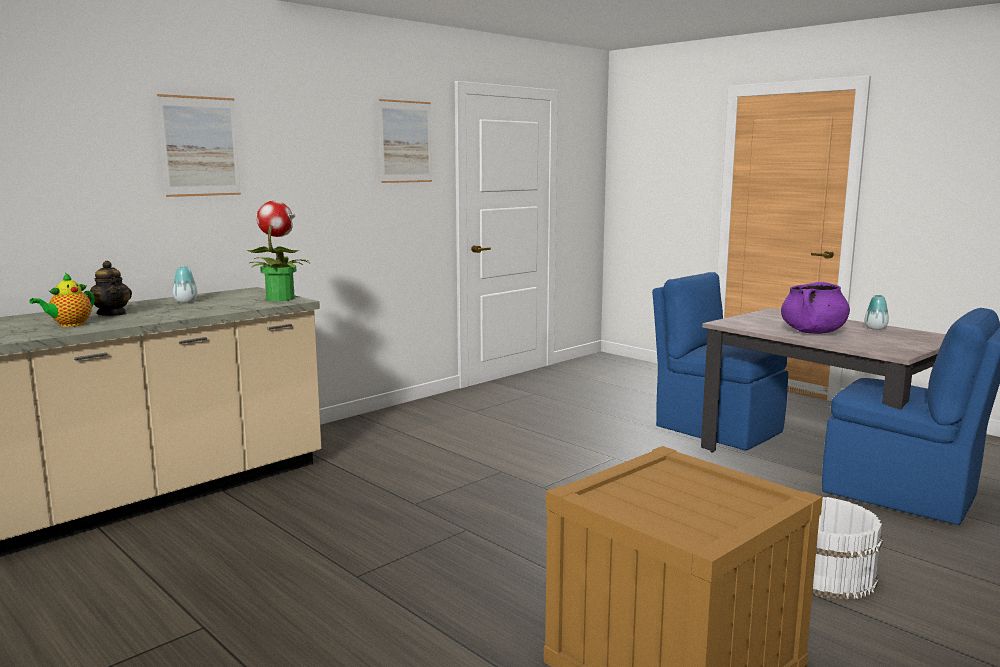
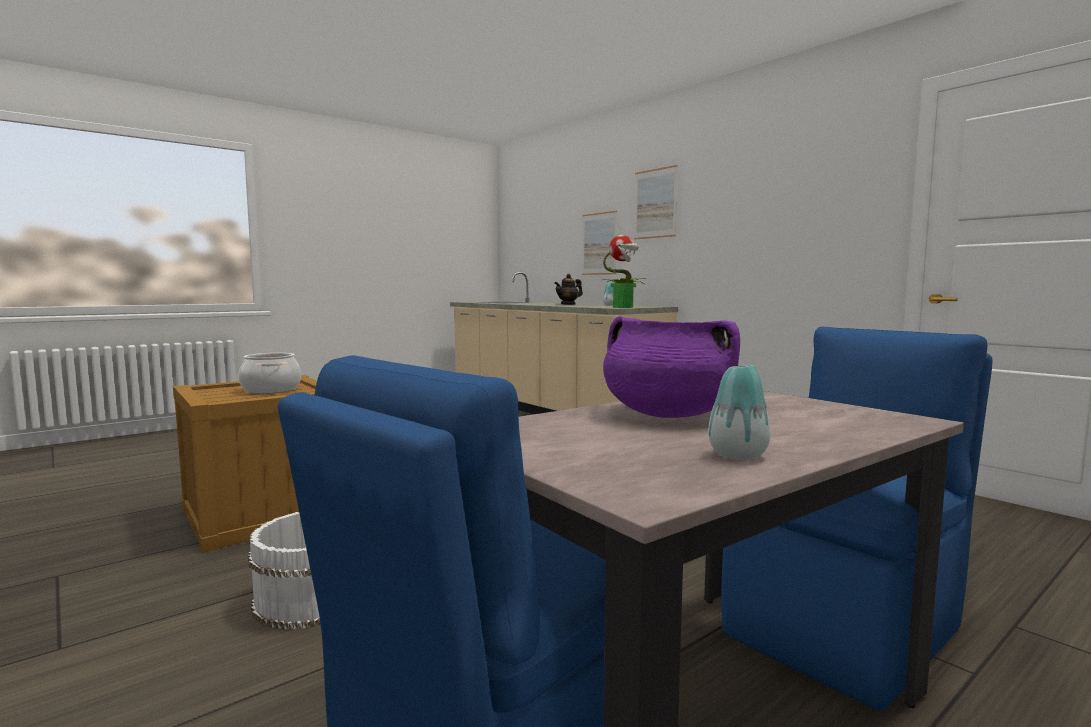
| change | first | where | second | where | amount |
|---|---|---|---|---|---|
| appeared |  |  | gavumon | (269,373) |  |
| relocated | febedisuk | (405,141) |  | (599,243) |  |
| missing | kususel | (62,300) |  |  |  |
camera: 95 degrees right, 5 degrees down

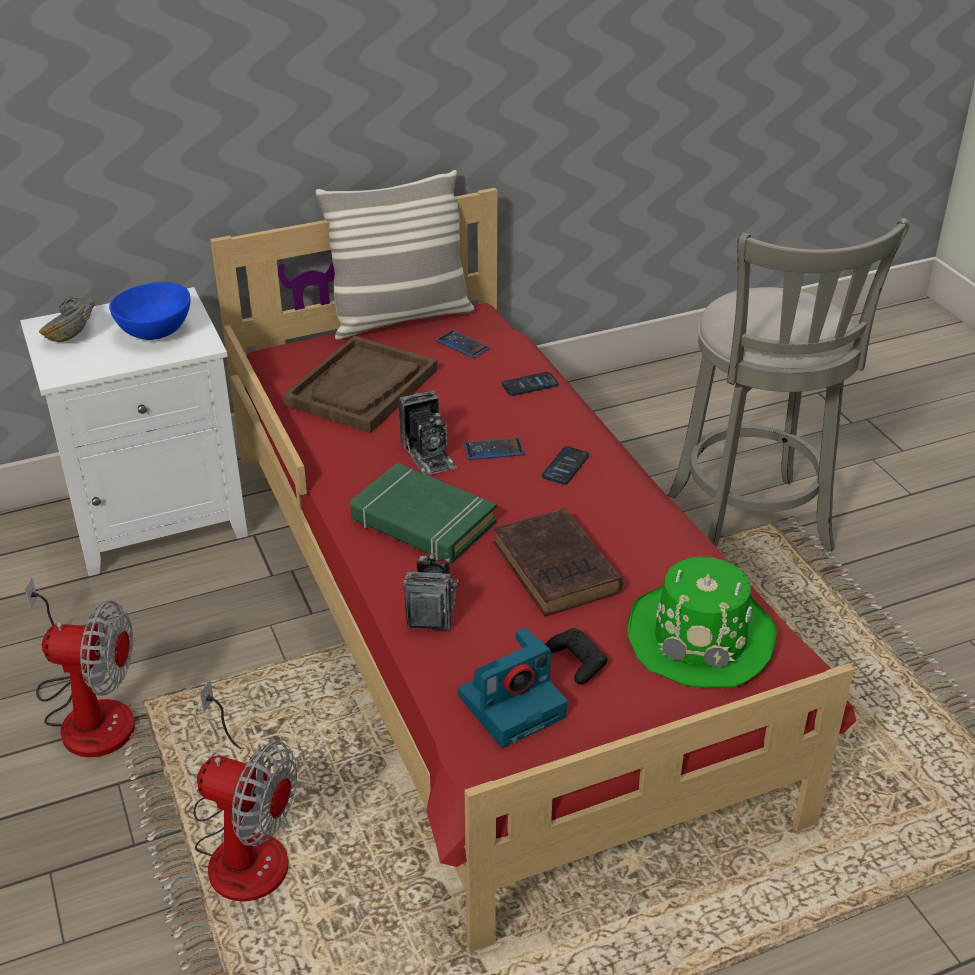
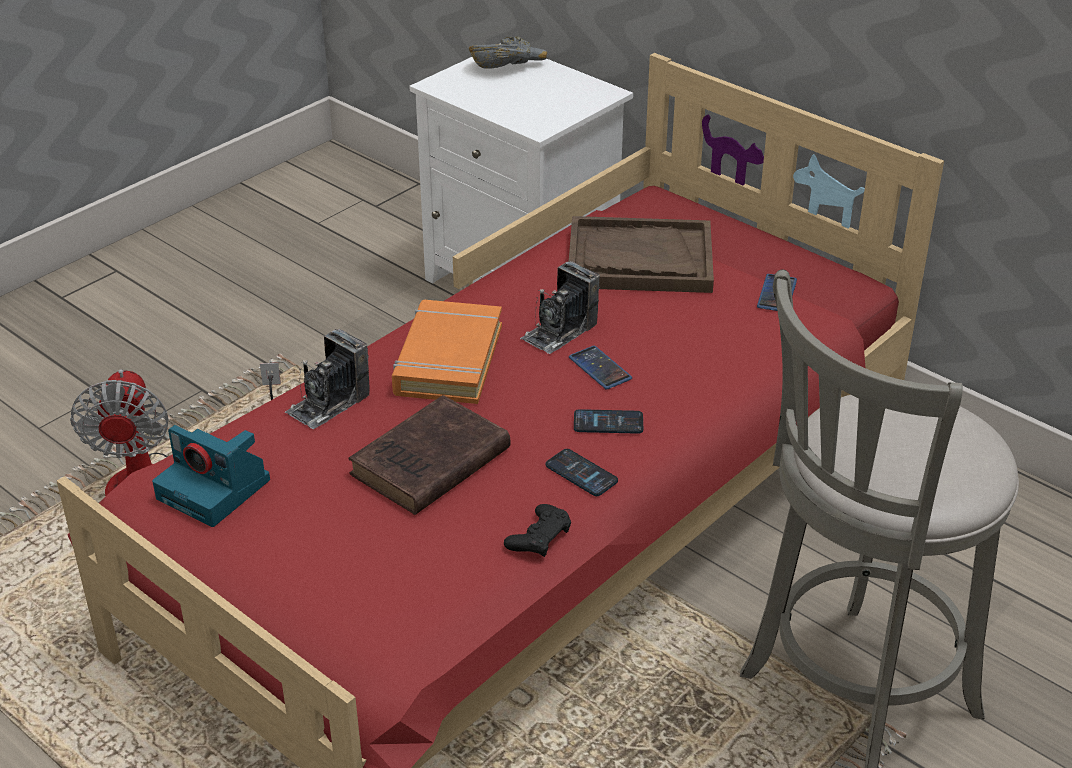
| change | first | where | second | where | amount |
|---|---|---|---|---|---|
| spun | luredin | (430,591) |  | (326,379) | 150 degrees clockwise |
| colour | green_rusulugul | (423,513) | orange_rusulugul | (447,352) |  |
| relocated | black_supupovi | (576,656) |  | (537,530) |  |
| relocated | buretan | (530,384) |  | (582,472) |  |
| missing | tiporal | (80,667) |  |  |  |
| missing | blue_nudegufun | (150,311) |  |  |  |
| missing | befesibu | (395,255) |  |  |  |
| missing | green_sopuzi | (702,622) |  |  |  |
camera: 65 degrees right, 0 degrees up

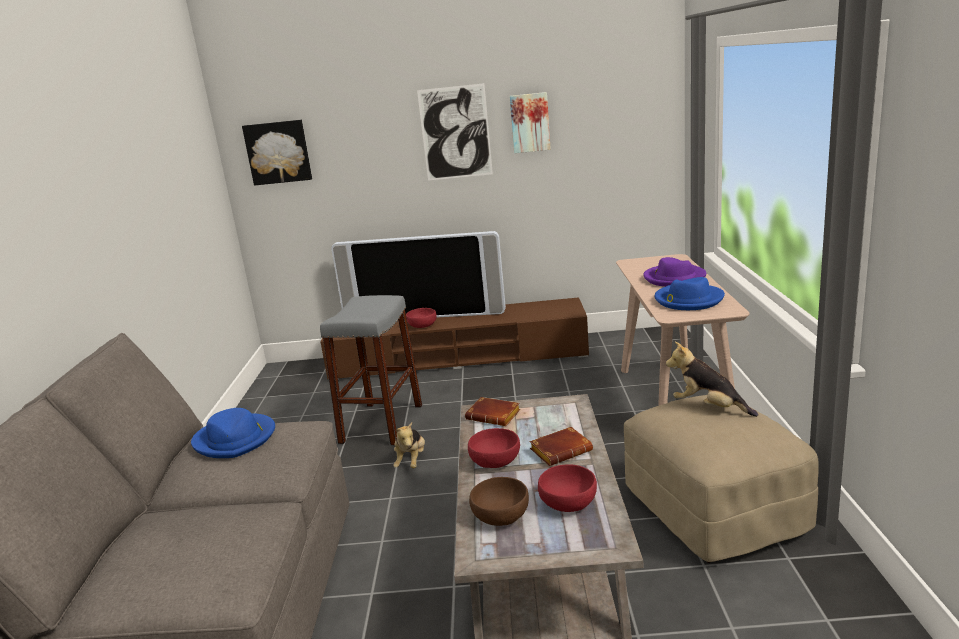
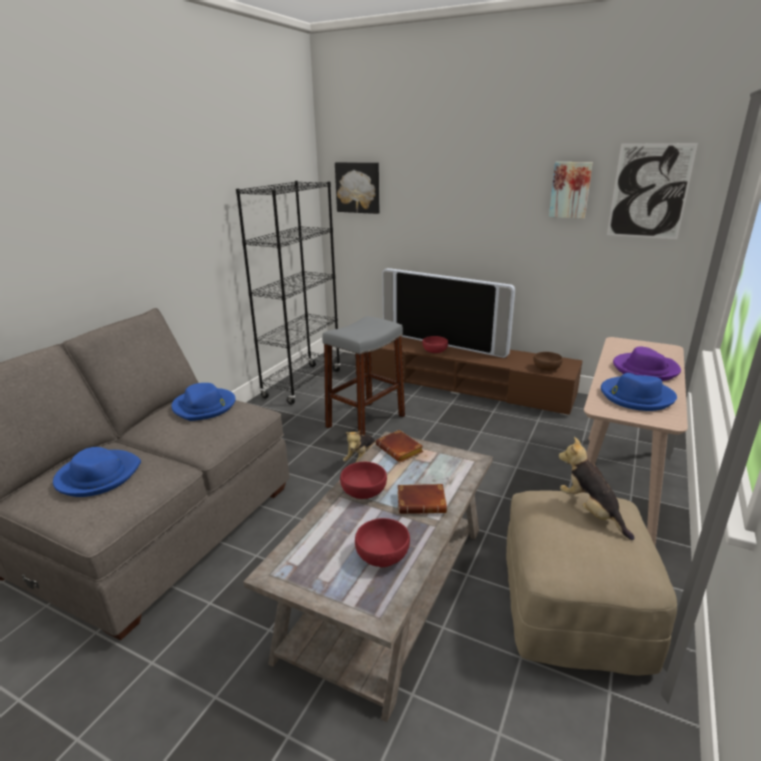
| change | first | where | second | where | amount |
|---|---|---|---|---|---|
| appeared |  |  | blue_sopuzi | (97,472) |  |
| appeared |  |  | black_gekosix | (288,293) |  |
| relocated | brown_nudegufun | (499,501) |  | (548,361) |  |
| relocated | febedisuk | (455,132) |  | (652,191) |  |
camera: 25 degrees right, 5 degrees up

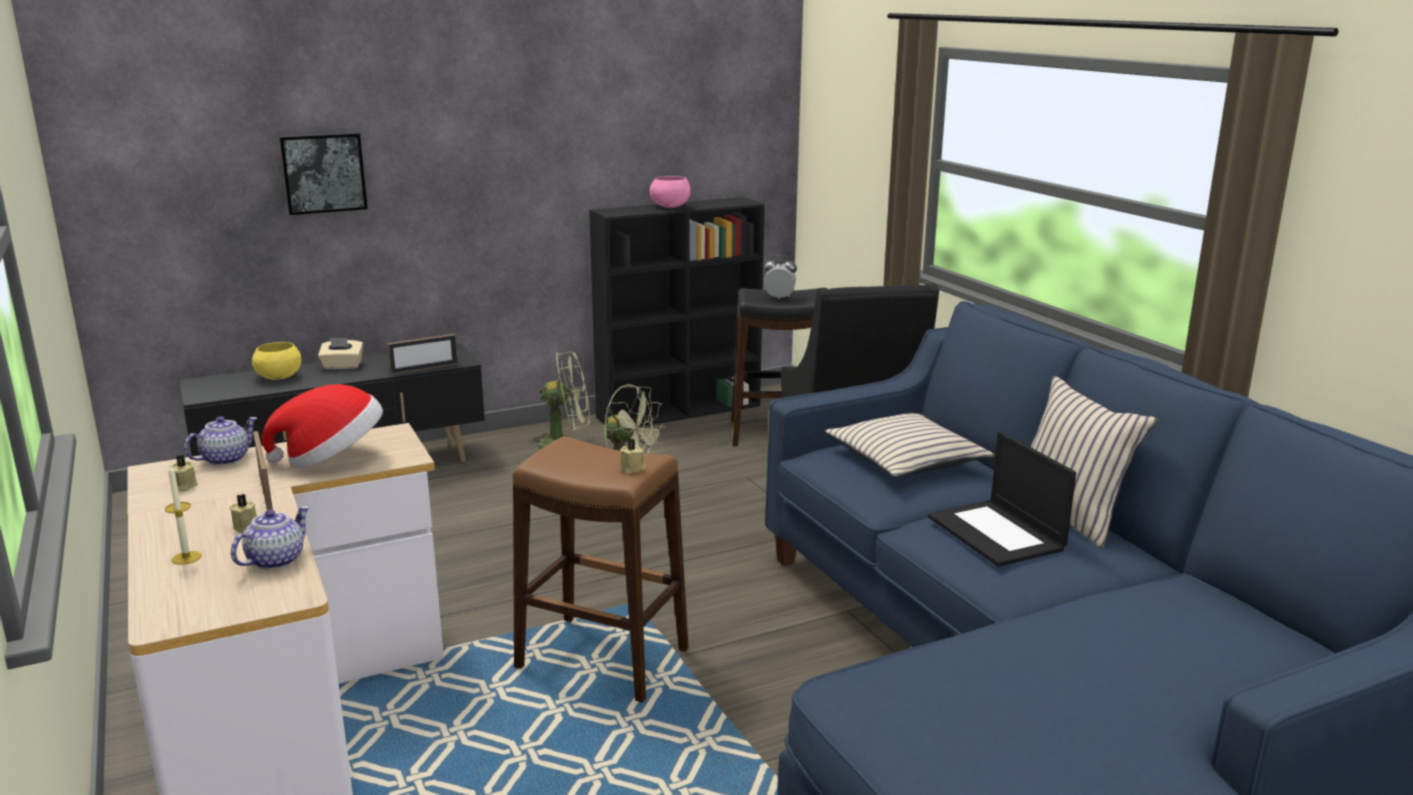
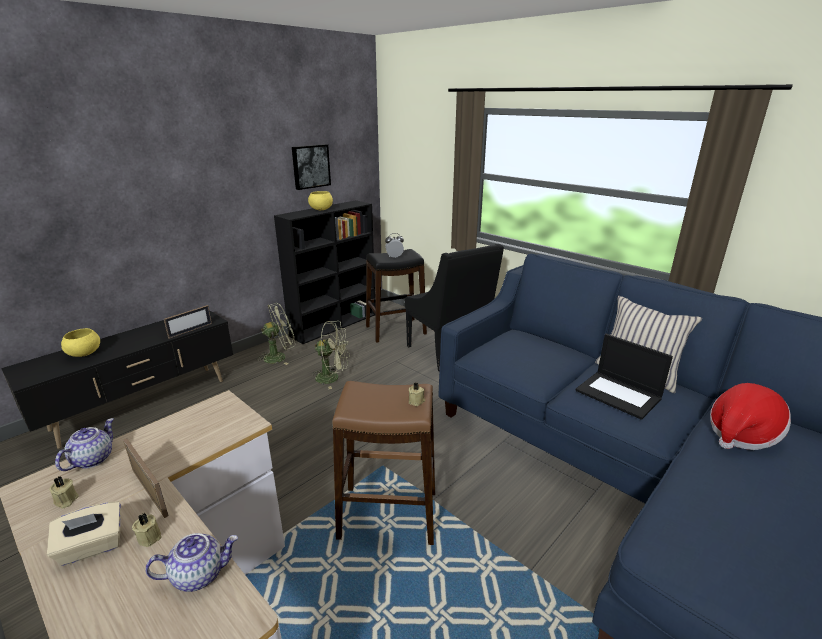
| change | first | where | second | where | amount |
|---|---|---|---|---|---|
| relocated | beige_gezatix | (340,353) |  | (84,534) |  |
| spun | kususel | (270,538) |  | (192,562) | 60 degrees clockwise |
| relocated | febedisuk | (323,174) |  | (311,167) |  |
| colour | pink_nudegufun | (670,192) | yellow_nudegufun | (320,200) |  |
| relocated | sopuzi | (322,426) |  | (750,416) |  |
| missing | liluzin | (183,514) |  |  |  |
| missing | beige_befesibu | (909,445) |  |  |  |
camera: 20 degrees left, 5 degrees up

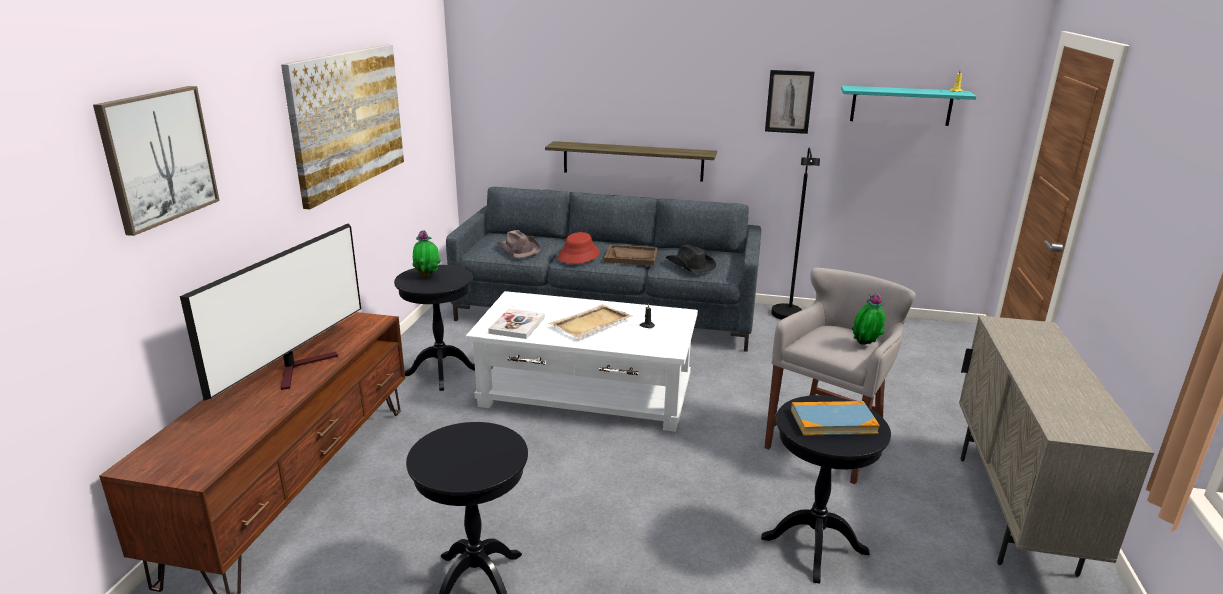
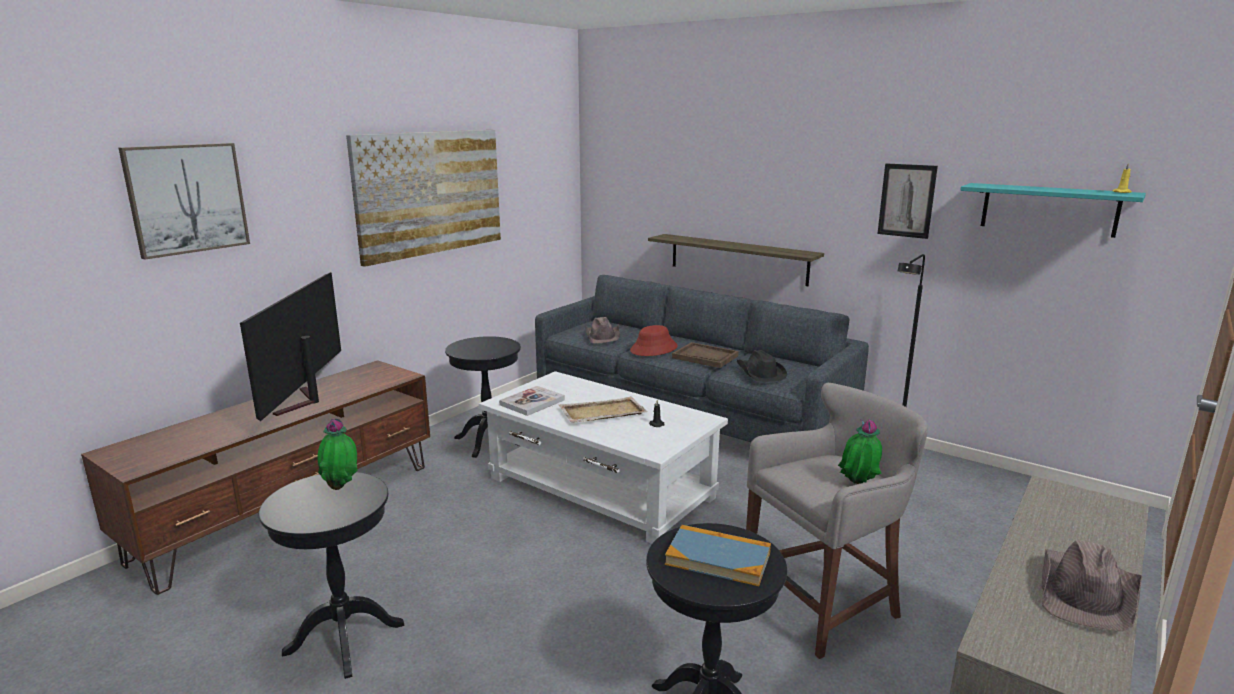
| change | first | where | second | where | amount |
|---|---|---|---|---|---|
| spun | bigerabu | (270,312) |  | (290,346) | 135 degrees clockwise |
| relocated | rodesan | (426,254) |  | (337,454) |  |
| appeared |  |  | brown_sopuzi | (1092,586) |  |
camera: 25 degrees right, 5 degrees down

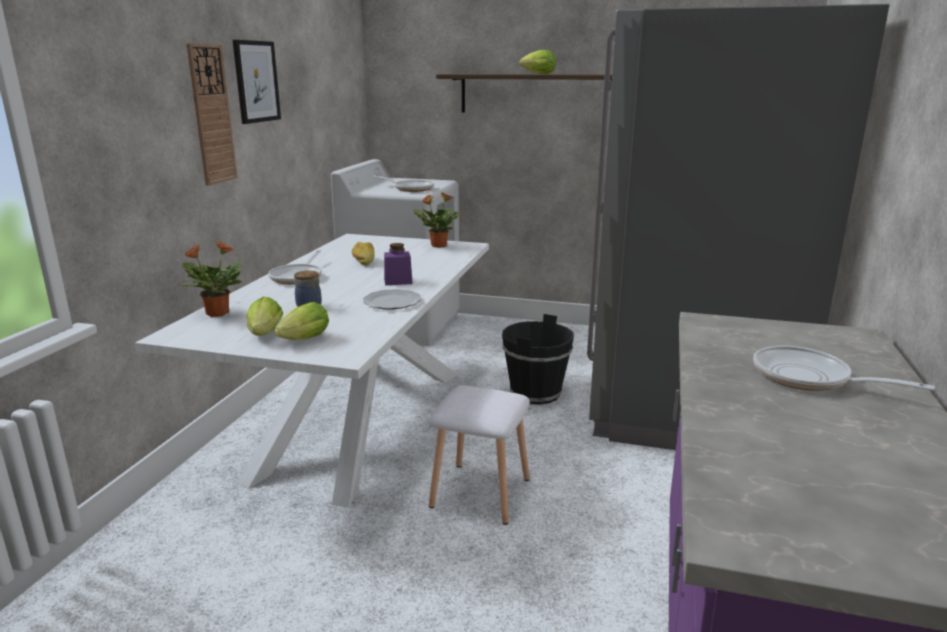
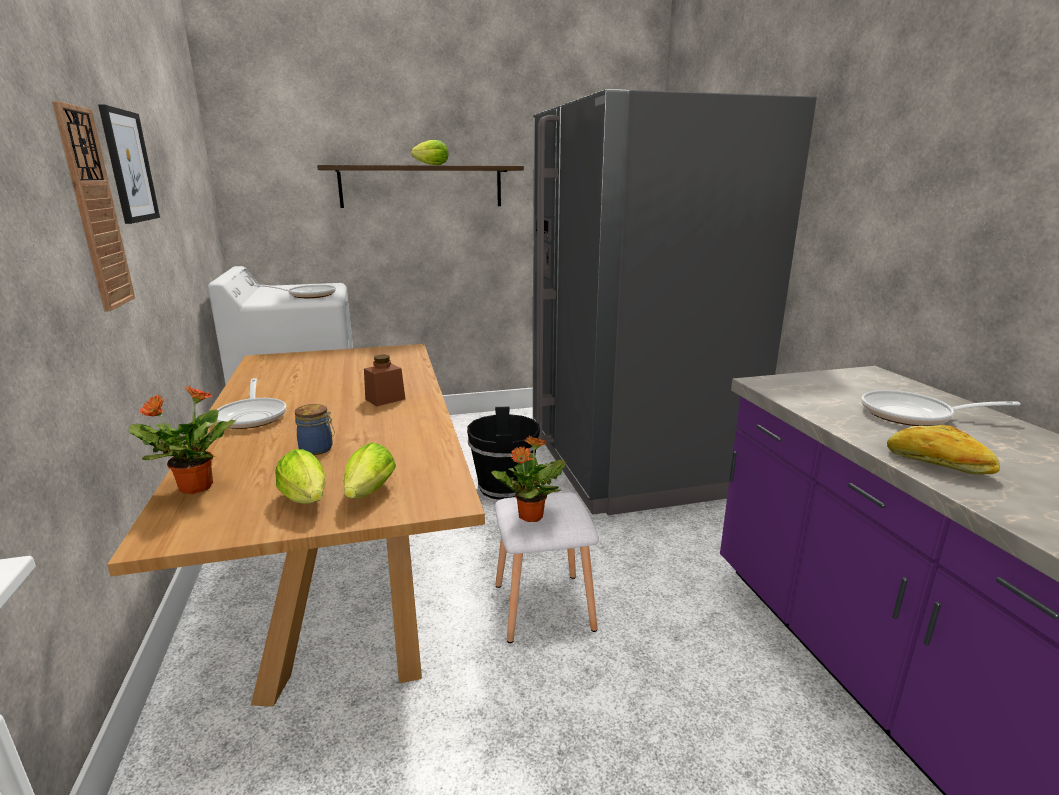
| change | first | where | second | where | amount |
|---|---|---|---|---|---|
| colour | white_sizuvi | (312,370) | brown_sizuvi | (296,525) |  |
| colour | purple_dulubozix | (398,264) | brown_dulubozix | (384,380) |  |
| relocated | rodesan | (438,220) |  | (528,478) |  |
| relocated | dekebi | (363,253) |  | (943,450) |  |
| missing | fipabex | (392,299) |  |  |  |
camera: 30 degrees left, 0 degrees up

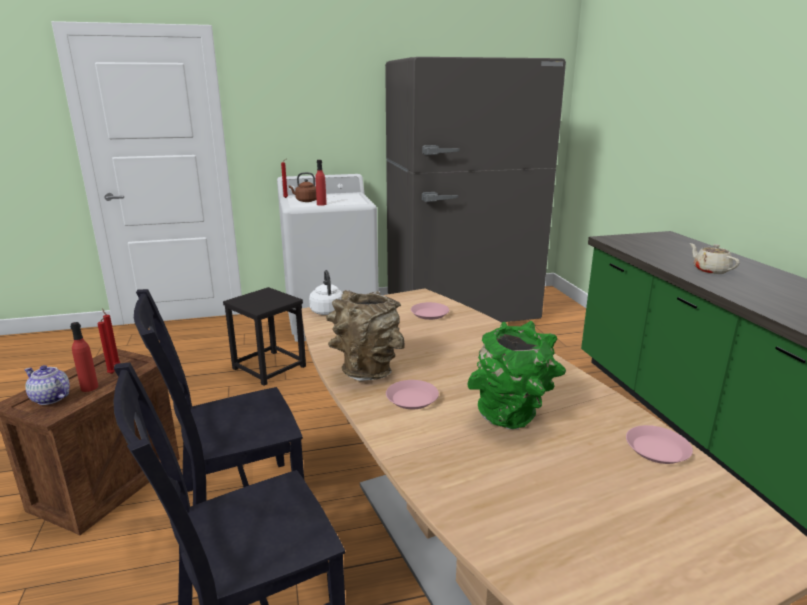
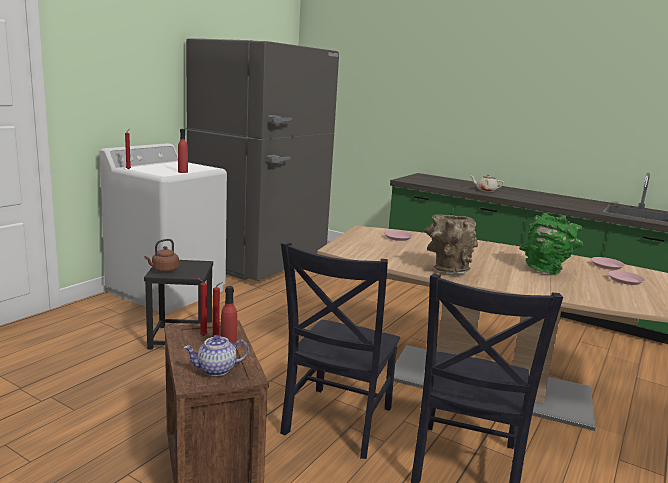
| change | first | where | second | where | amount |
|---|---|---|---|---|---|
| relocated | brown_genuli | (303,187) |  | (162,256) |  |
| relocated | pink_fipabex | (412,394) |  | (626,278) |  |
| missing | white_genuli | (326,292) |  |  |  |
camera: 45 degrees left, 5 degrees down

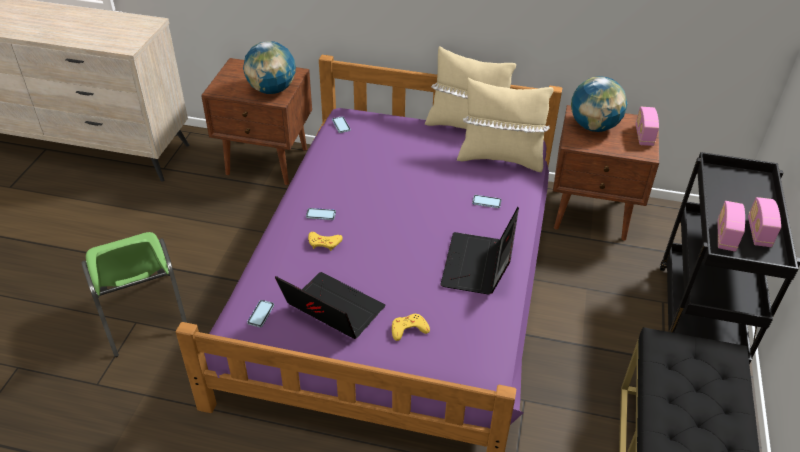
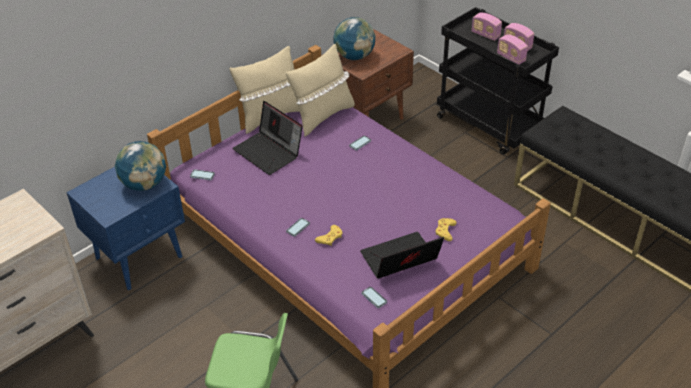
| change | first | where | second | where | amount |
|---|---|---|---|---|---|
| colour | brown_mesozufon | (256,121) | blue_mesozufon | (125,228) |  |
| relocated | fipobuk | (479,250) |  | (267,138) |  |
| relocated | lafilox | (647,126) |  | (487,27) |  |
camera: 55 degrees left, 0 degrees up

